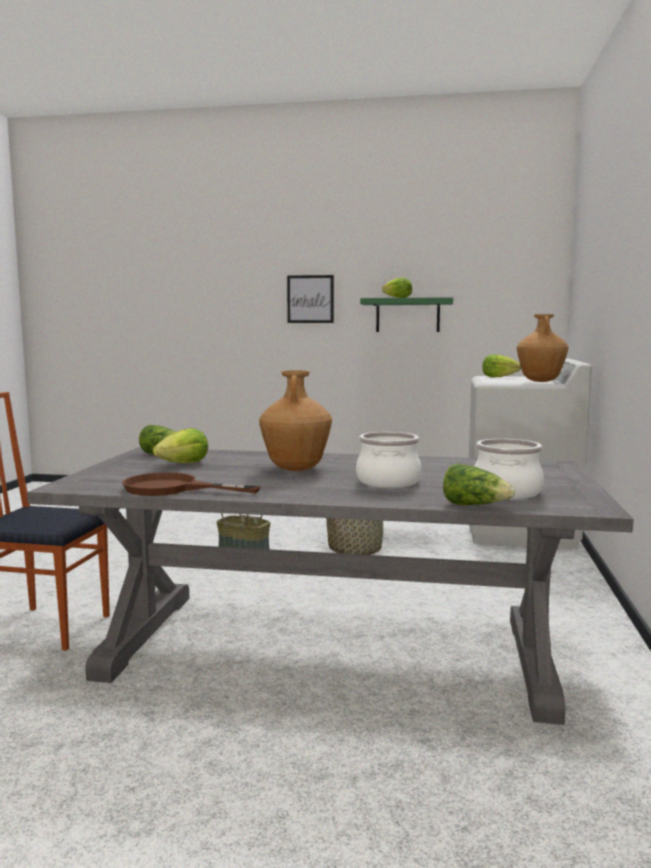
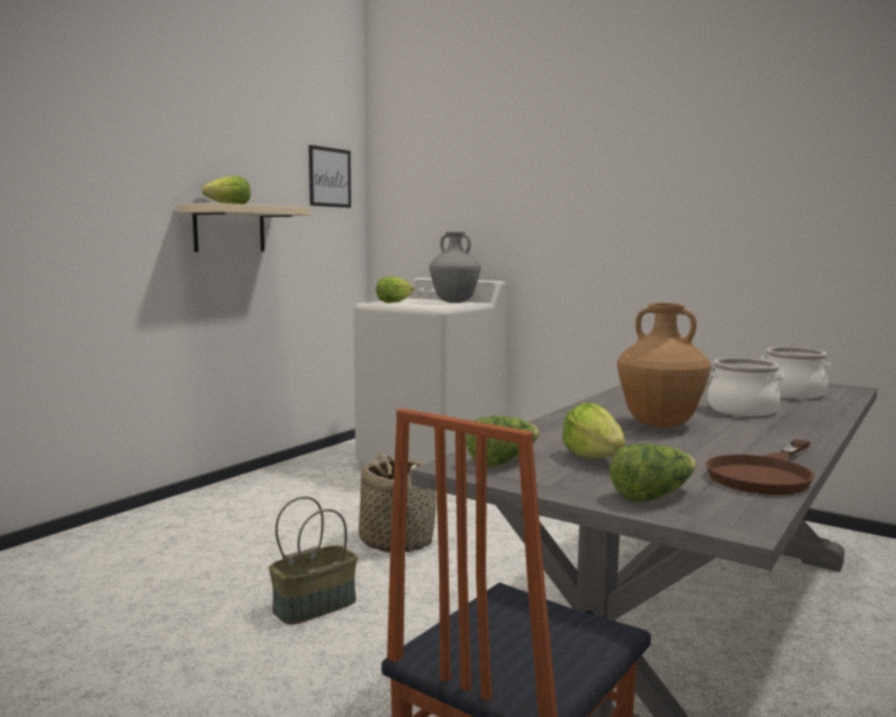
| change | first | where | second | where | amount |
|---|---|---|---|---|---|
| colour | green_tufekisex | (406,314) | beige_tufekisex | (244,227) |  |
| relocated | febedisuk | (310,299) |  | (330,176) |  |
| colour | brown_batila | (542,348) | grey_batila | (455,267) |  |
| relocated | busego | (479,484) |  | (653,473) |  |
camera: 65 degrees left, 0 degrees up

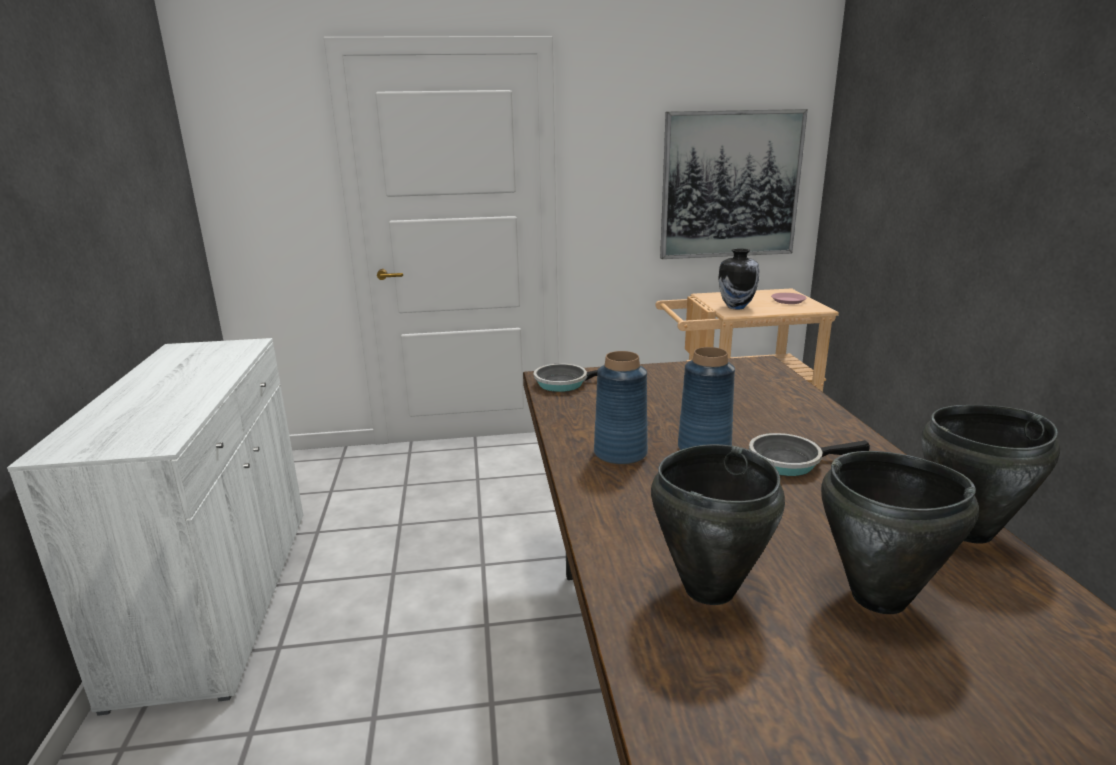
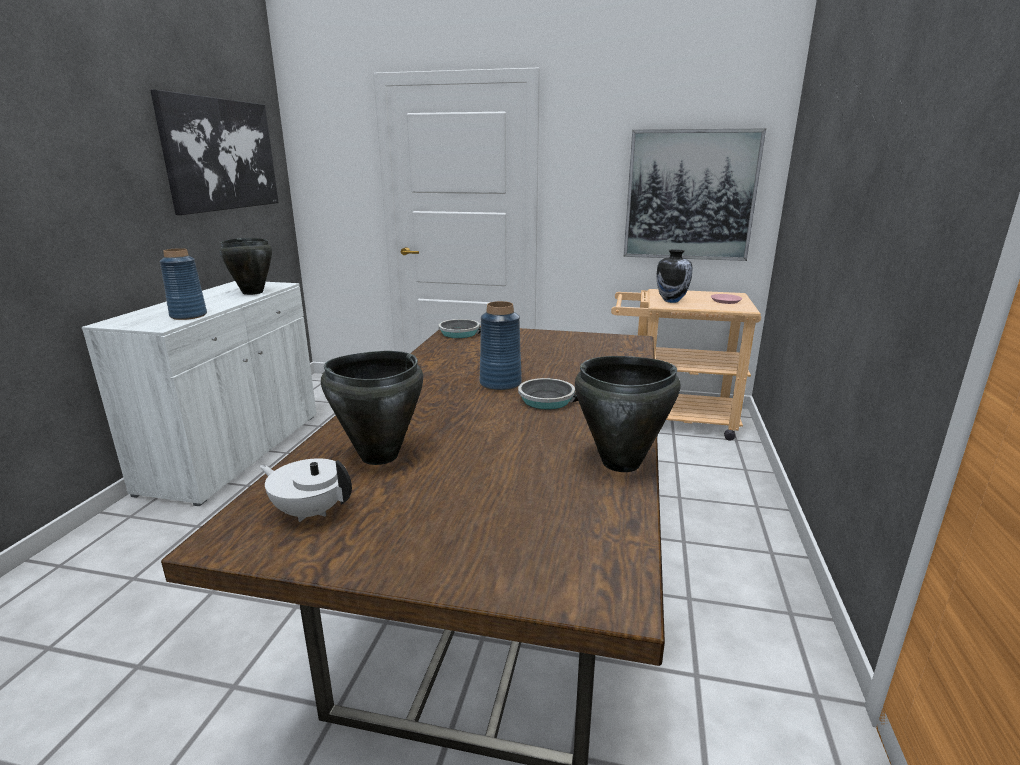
| change | first | where | second | where | amount |
|---|---|---|---|---|---|
| appeared |  |  | febedisuk | (214,152) |  |
| relocated | blue_batila | (621,408) |  | (183,284) |  |
| relocated | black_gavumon | (900,532) |  | (245,266) |  |
| appeared |  |  | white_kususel | (305,490) |  |
camera: 20 degrees right, 0 degrees up

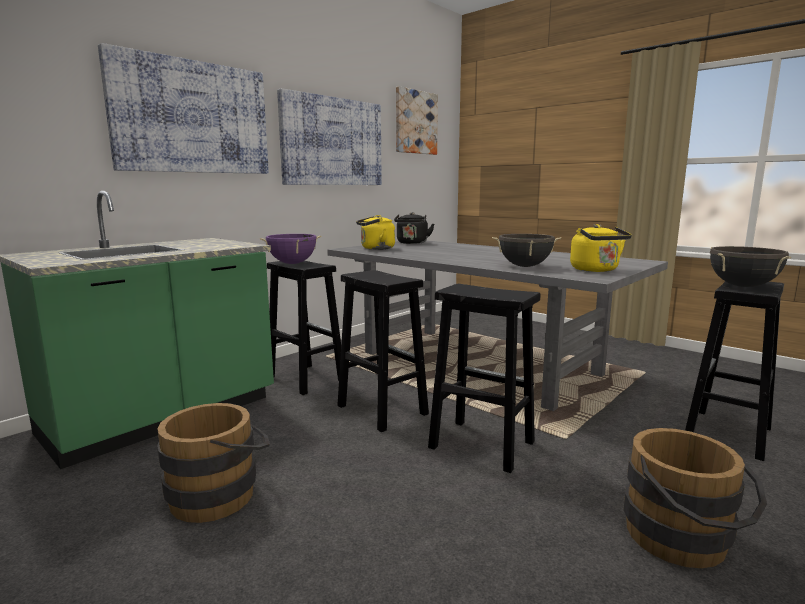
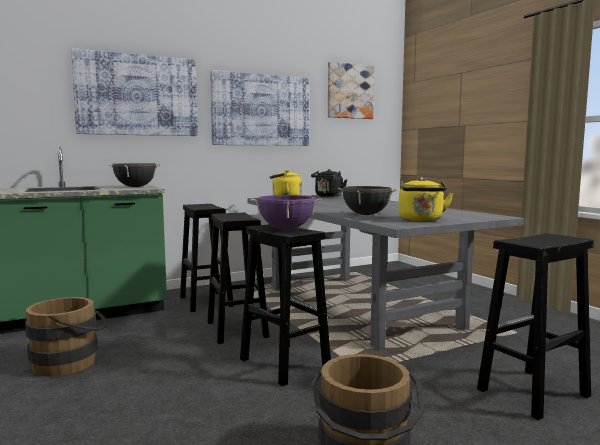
| change | first | where | second | where | amount |
|---|---|---|---|---|---|
| relocated | black_gavumon | (751,266) |  | (135,175) |  |
| relocated | purple_gavumon | (291,249) |  | (286,212) |  |
camera: 20 degrees right, 5 degrees down

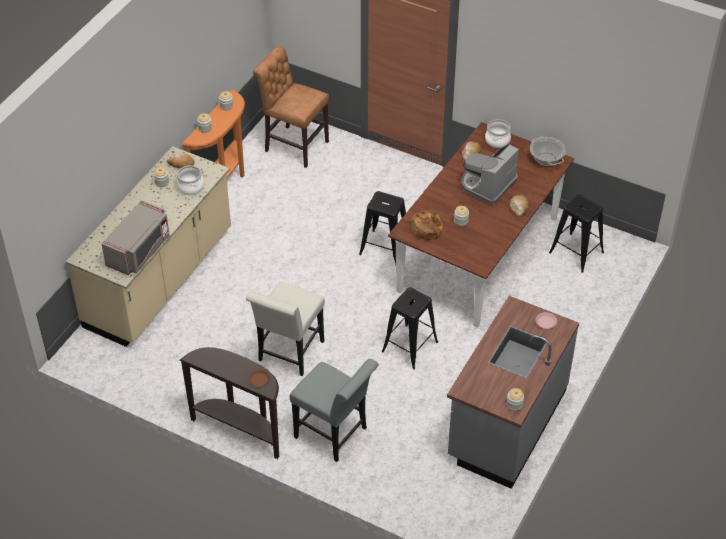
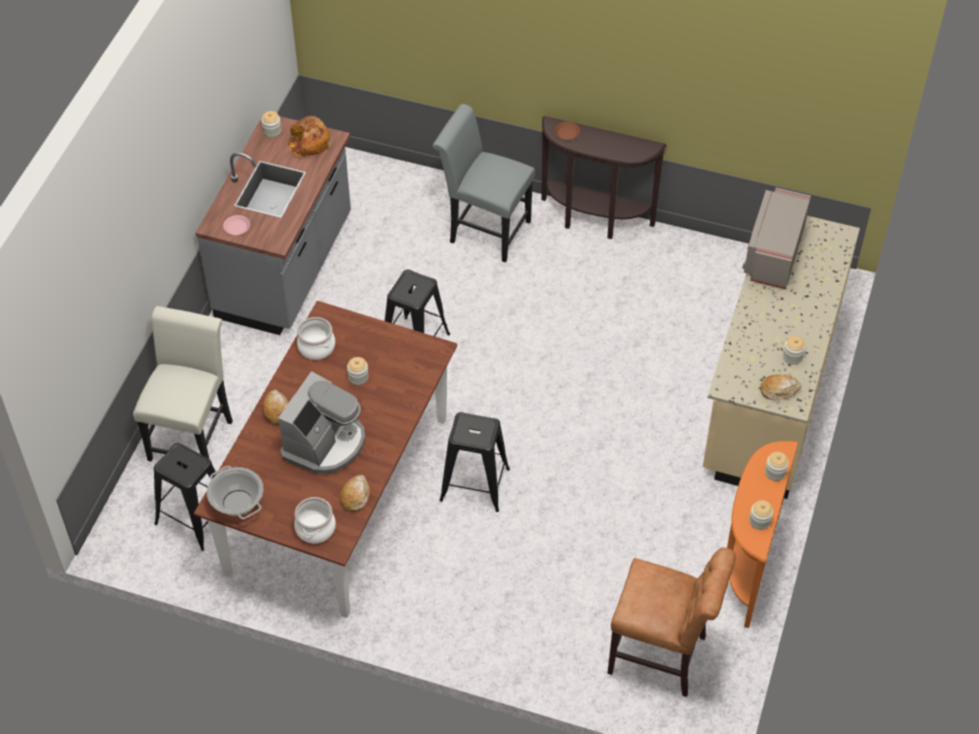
| change | first | where | second | where | amount |
|---|---|---|---|---|---|
| relocated | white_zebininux | (285,329) |  | (183,384) |  |
| relocated | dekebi | (427,225) |  | (309,137) |  |
| relocated | gavumon | (190,180) |  | (316,338) |  |
camera: 170 degrees right, 5 degrees up

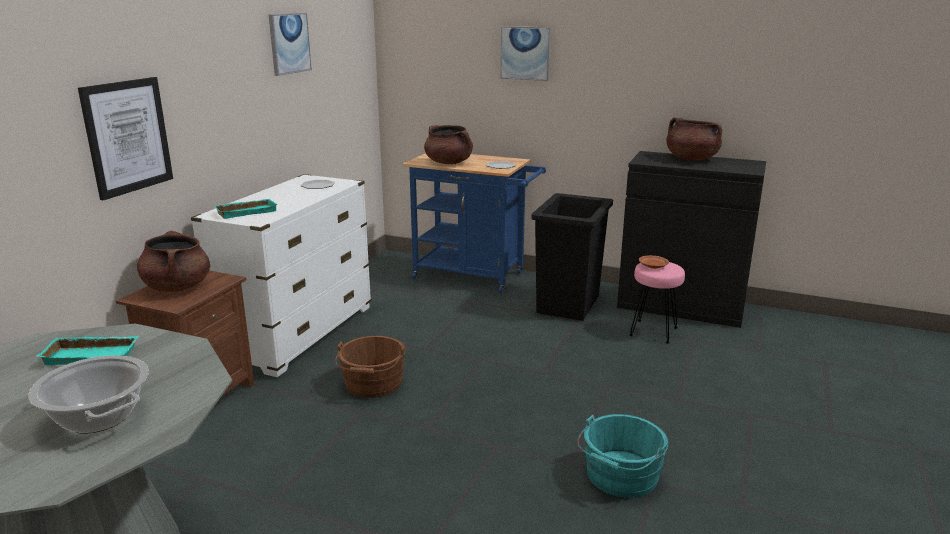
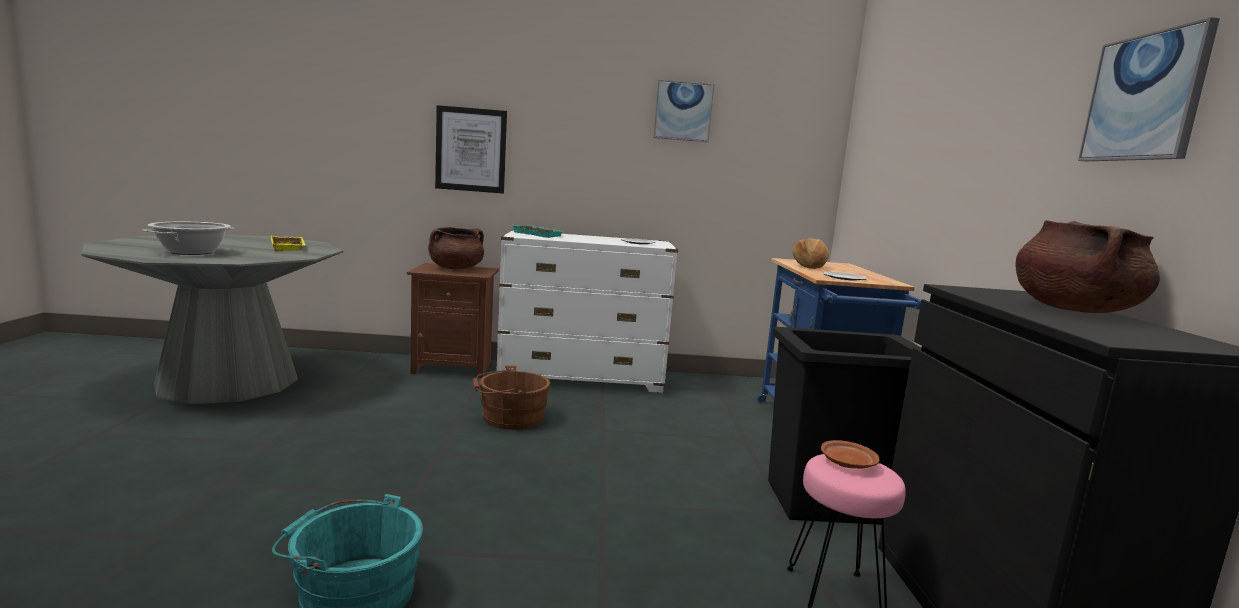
| change | first | where | second | where | amount |
|---|---|---|---|---|---|
| colour | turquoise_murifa | (88,350) | yellow_murifa | (288,243) |  |
| exchanged | brown_gavumon | (448,144) | dekebi | (811,254) |  |
| relocated | febedisuk | (525,53) |  | (1149,89) |  |
camera: 65 degrees right, 10 degrees down

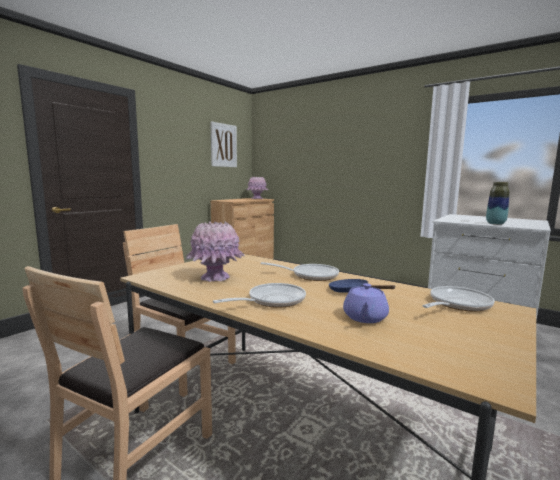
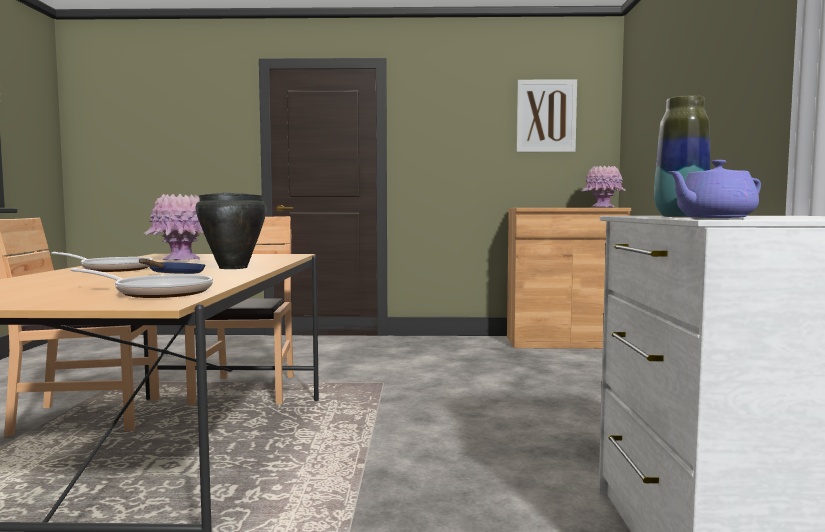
| change | first | where | second | where | amount |
|---|---|---|---|---|---|
| exchanged | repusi | (300,271) | black_gavumon | (231,230) |  |
| relocated | purple_kususel | (366,303) |  | (714,189) |  |
camera: 55 degrees right, 5 degrees down

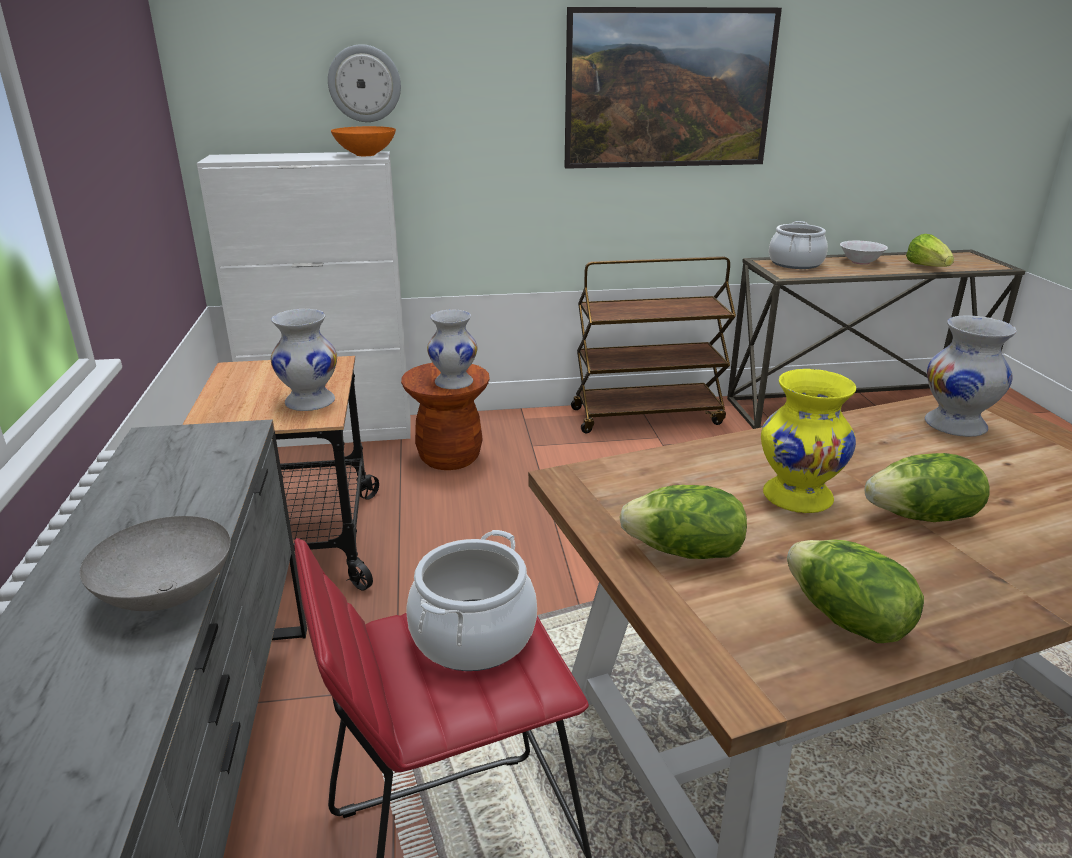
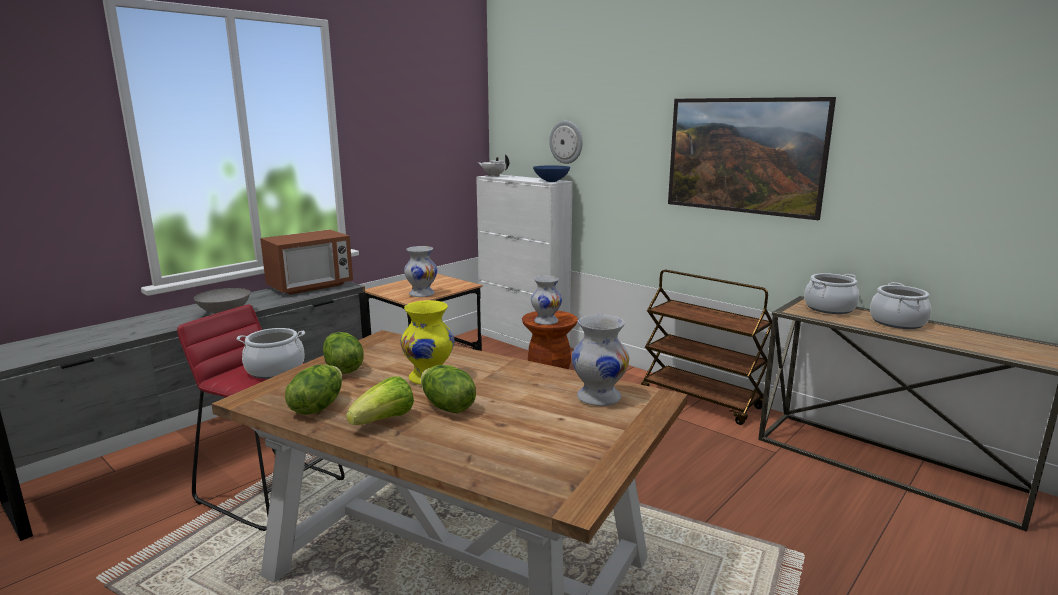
| change | first | where | second | where | amount |
|---|---|---|---|---|---|
| appeared |  |  | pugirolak | (306,262) |  |
| relocated | busego | (930,250) |  | (380,400) |  |
| appeared |  |  | white_kususel | (493,165) |  |
| colour | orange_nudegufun | (363,141) | blue_nudegufun | (551,173) |  |
| exchanged | white_nudegufun | (864,253) | gavumon | (900,305) |  |
camera: 50 degrees right, 10 degrees down

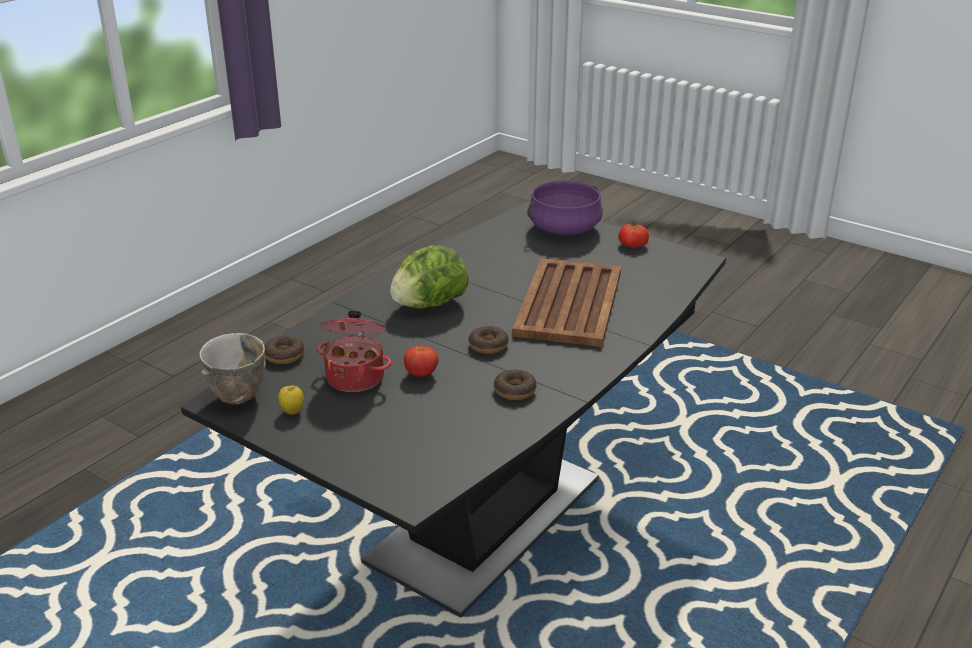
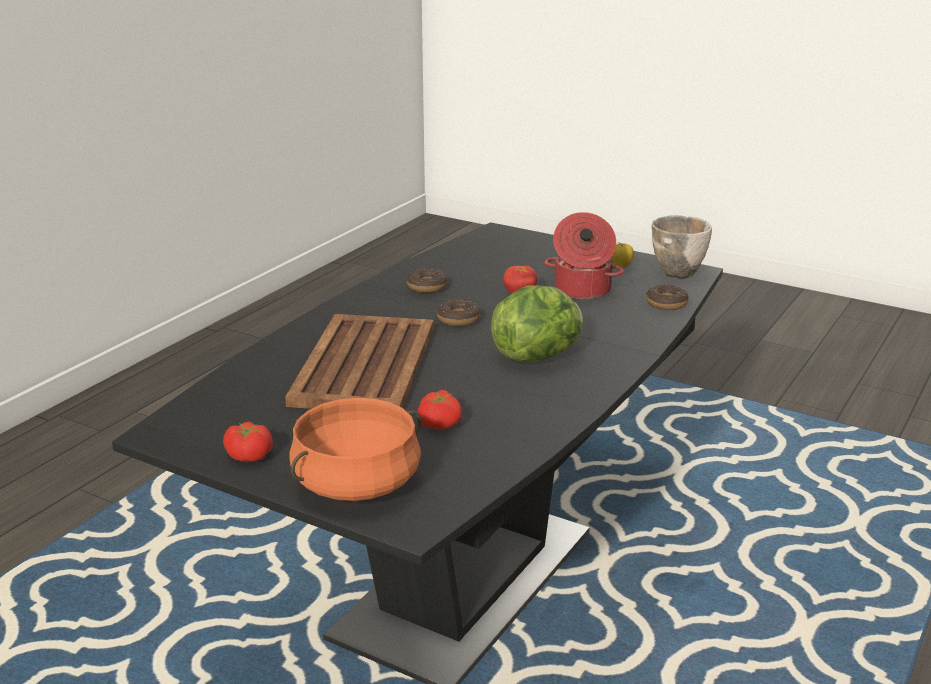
| change | first | where | second | where | amount |
|---|---|---|---|---|---|
| colour | purple_gavumon | (565,207) | orange_gavumon | (355,449) |  |
| appeared |  |  | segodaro | (440,410) |  |
camera: 175 degrees right, 5 degrees down

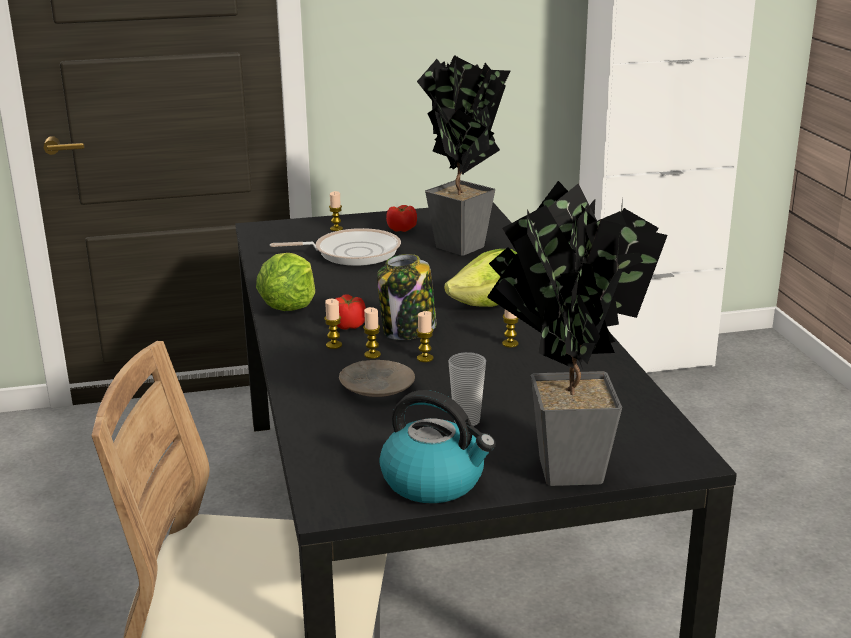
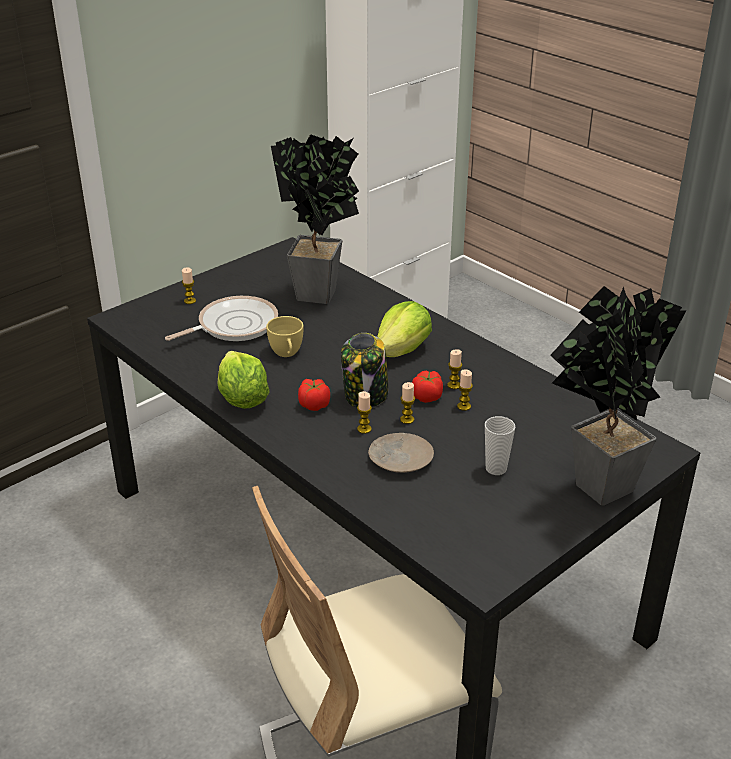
| change | first | where | second | where | amount |
|---|---|---|---|---|---|
| appeared |  |  | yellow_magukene | (284,336) |  |
| relocated | segodaro | (401,218) |  | (427,386) |  |
| relocated | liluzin | (333,324) |  | (465,390) |  |
| missing | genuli | (437,446) |  |  |  |
camera: 30 degrees left, 10 degrees up

